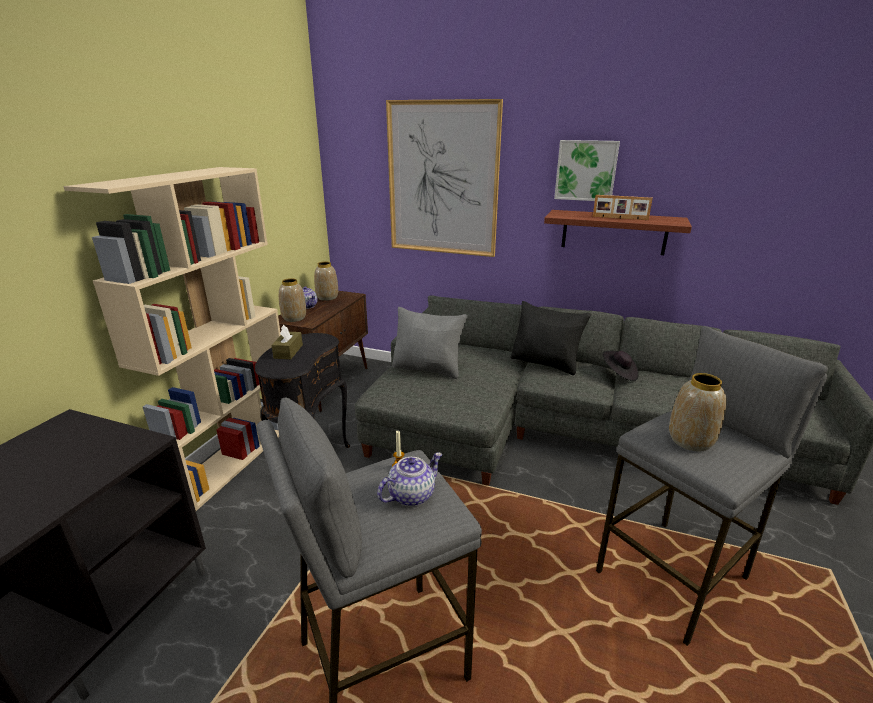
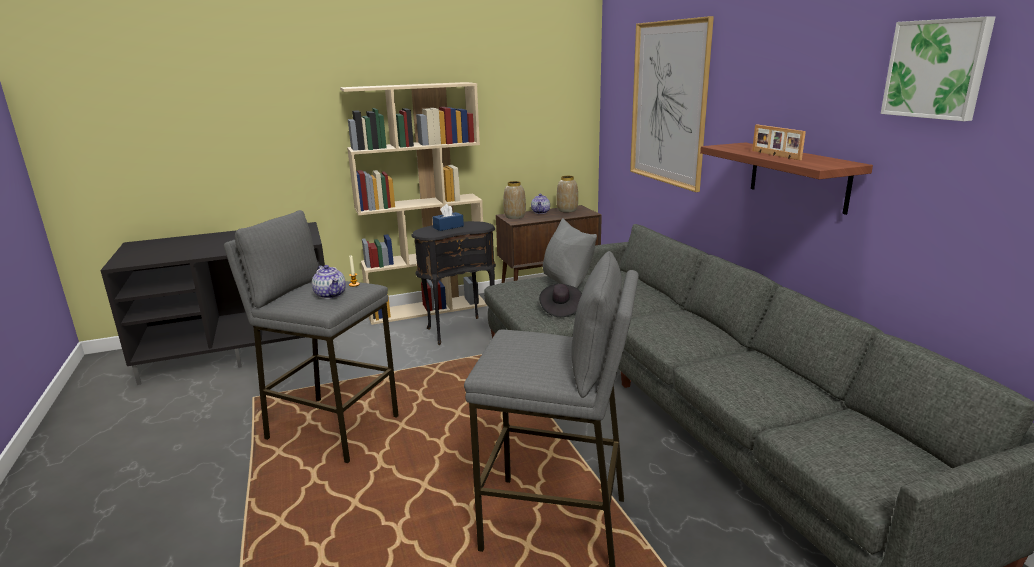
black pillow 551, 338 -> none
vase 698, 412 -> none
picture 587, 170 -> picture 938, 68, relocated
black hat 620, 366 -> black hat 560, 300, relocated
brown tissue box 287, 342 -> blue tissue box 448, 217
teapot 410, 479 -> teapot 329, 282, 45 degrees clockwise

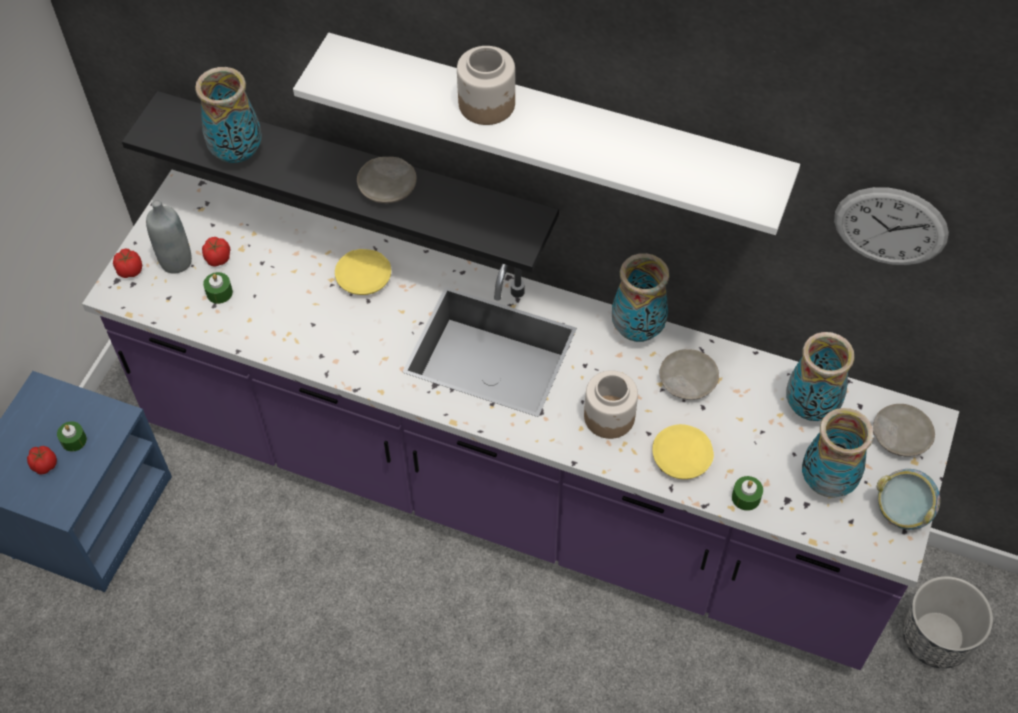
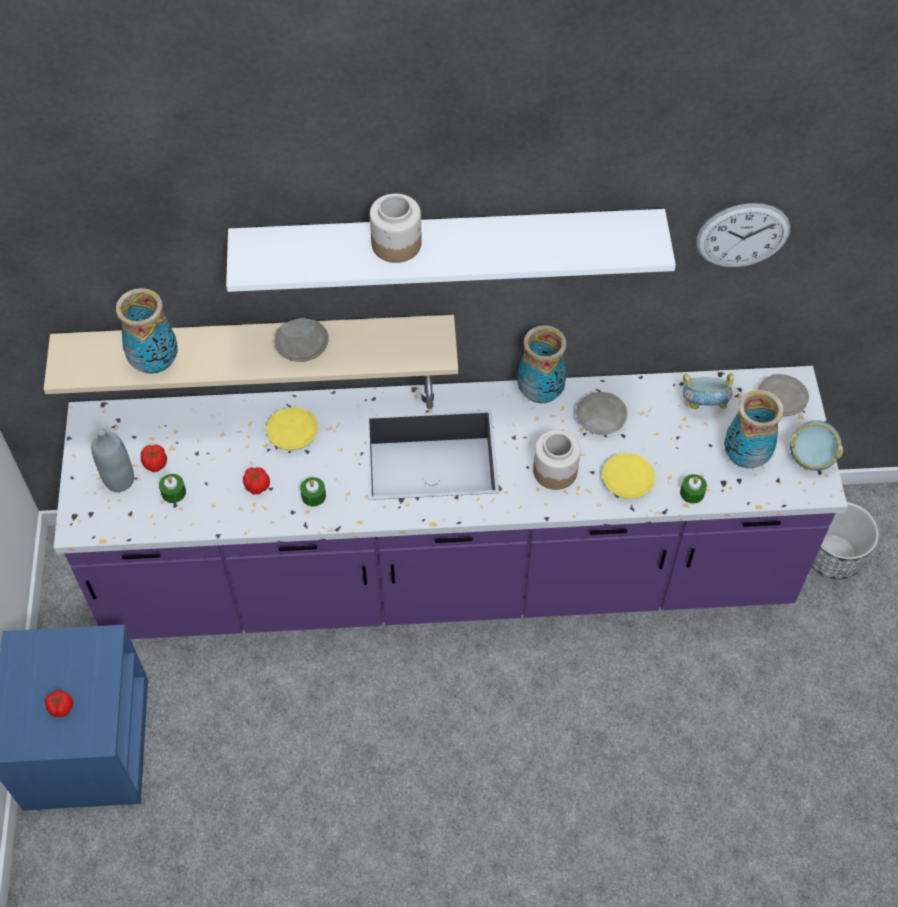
green candle 72, 436 -> green candle 313, 492, relocated
tomato 127, 263 -> tomato 256, 481, relocated
vase 820, 376 -> bowl 708, 391
black shelf 340, 181 -> beige shelf 251, 354

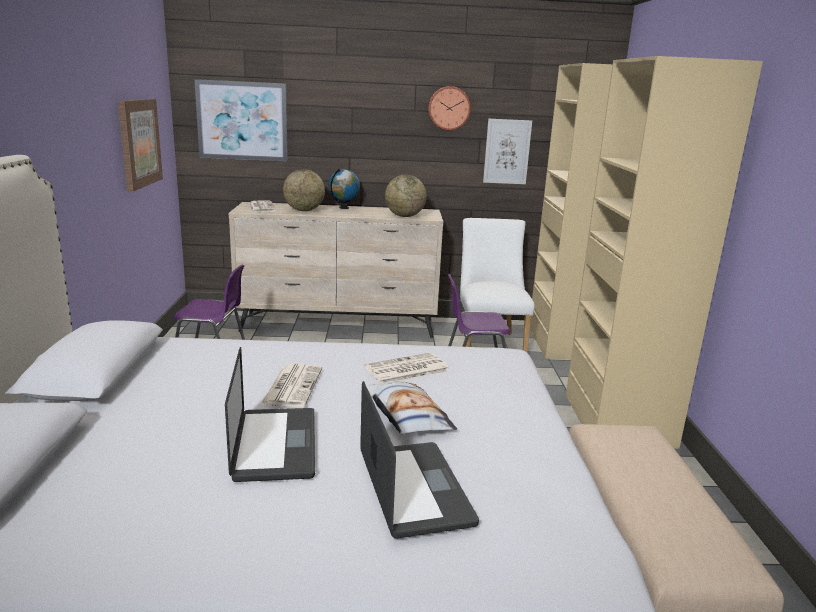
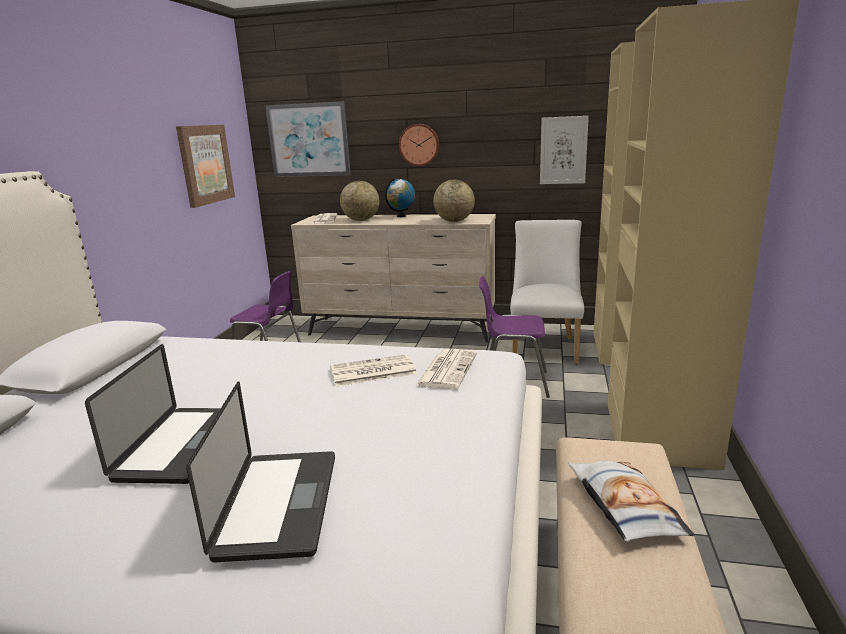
newspaper 291, 385 -> newspaper 446, 369, relocated
pillow 411, 408 -> pillow 631, 501, relocated
wall clock 449, 108 -> wall clock 419, 145, relocated

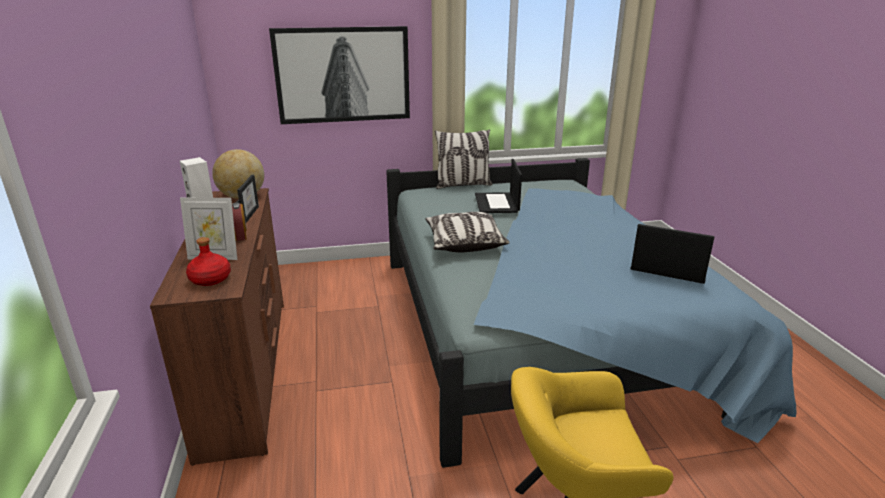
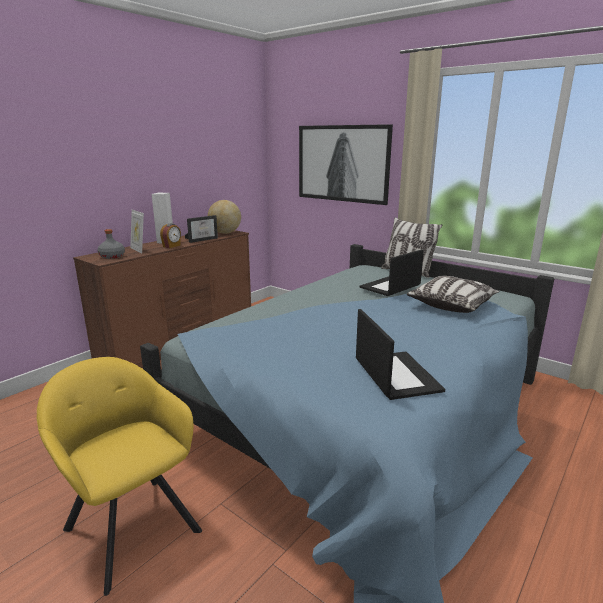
pillow 467, 232 -> pillow 453, 294, relocated
red bottle 208, 261 -> grey bottle 111, 244

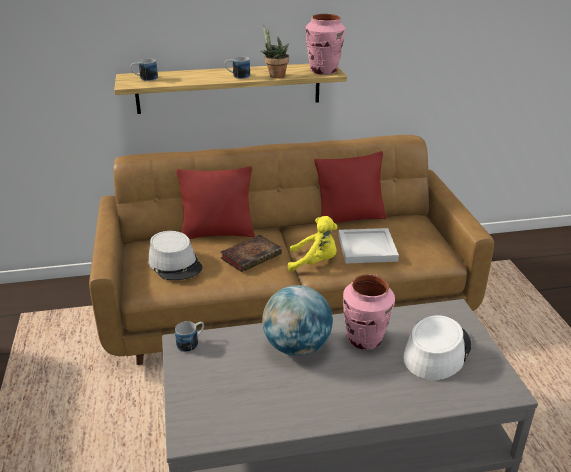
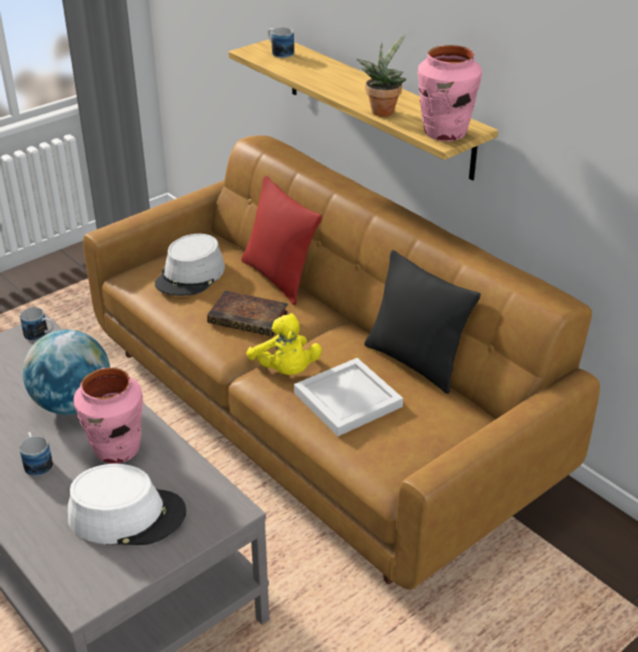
mug 237, 67 -> mug 36, 454, relocated
red pillow 350, 187 -> black pillow 422, 322

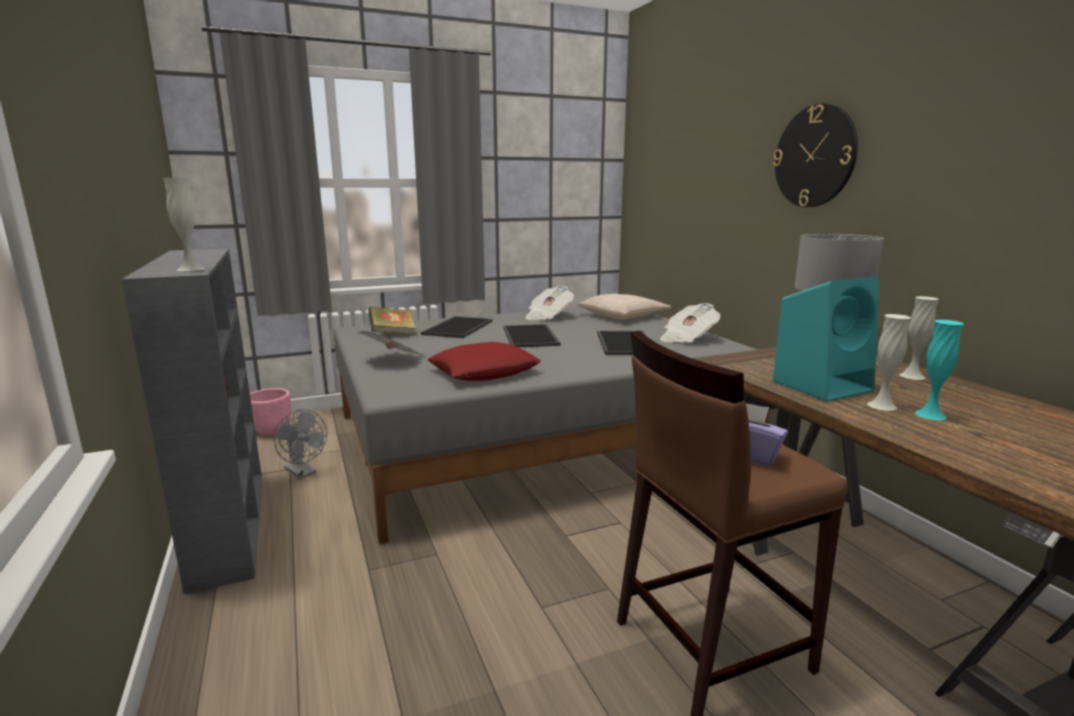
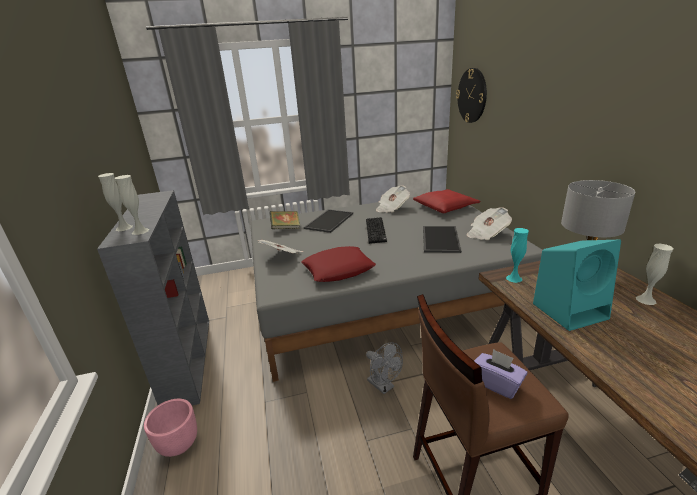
pink planter 270, 412 -> pink planter 170, 428, relocated
grey fan 300, 444 -> grey fan 384, 368, relocated
wall clock 815, 155 -> wall clock 471, 95, relocated
white vase 889, 362 -> white vase 115, 202, relocated
turquoise vase 939, 370 -> turquoise vase 517, 255, relocated
tray 532, 335 -> keyboard 376, 230
beige pillow 624, 307 -> red pillow 446, 201

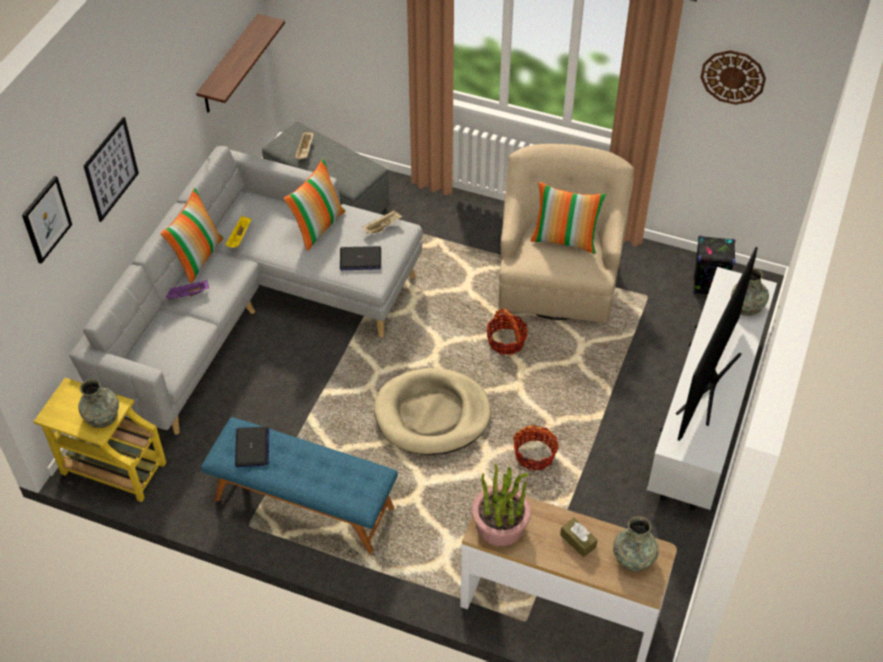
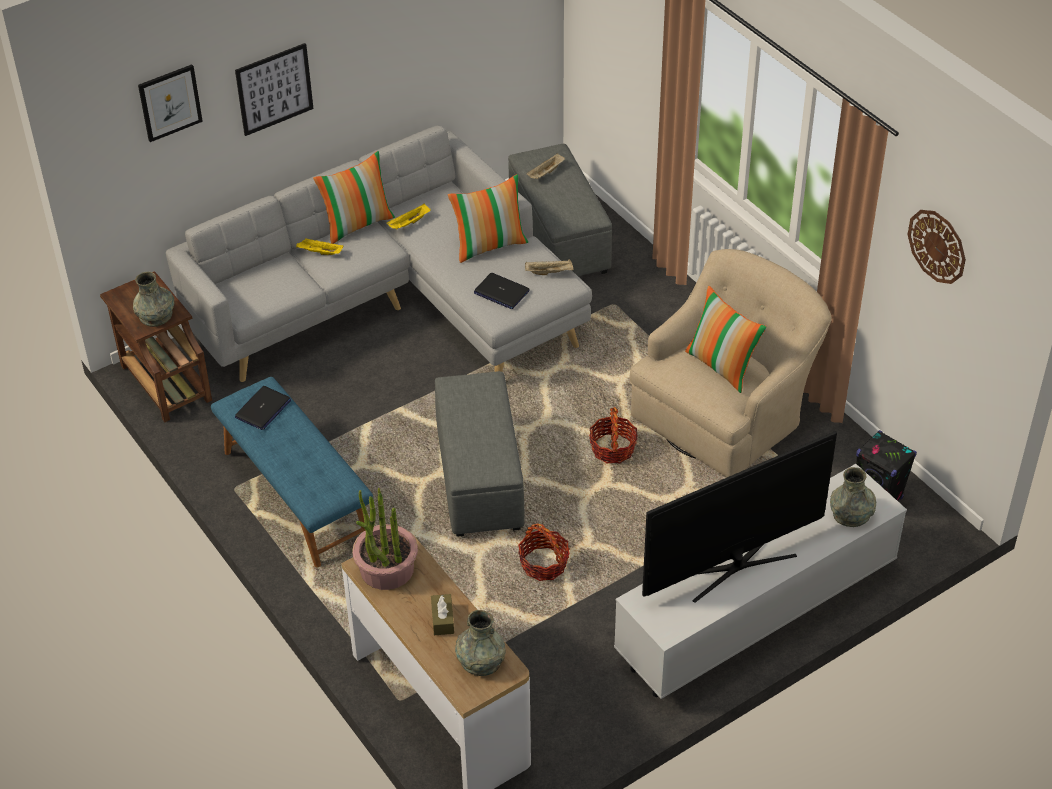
shelf 240, 63 -> none
beige dog bed 432, 411 -> grey ottoman 479, 454
yellow side table 99, 440 -> brown side table 156, 346
purple tray 187, 290 -> yellow tray 319, 246

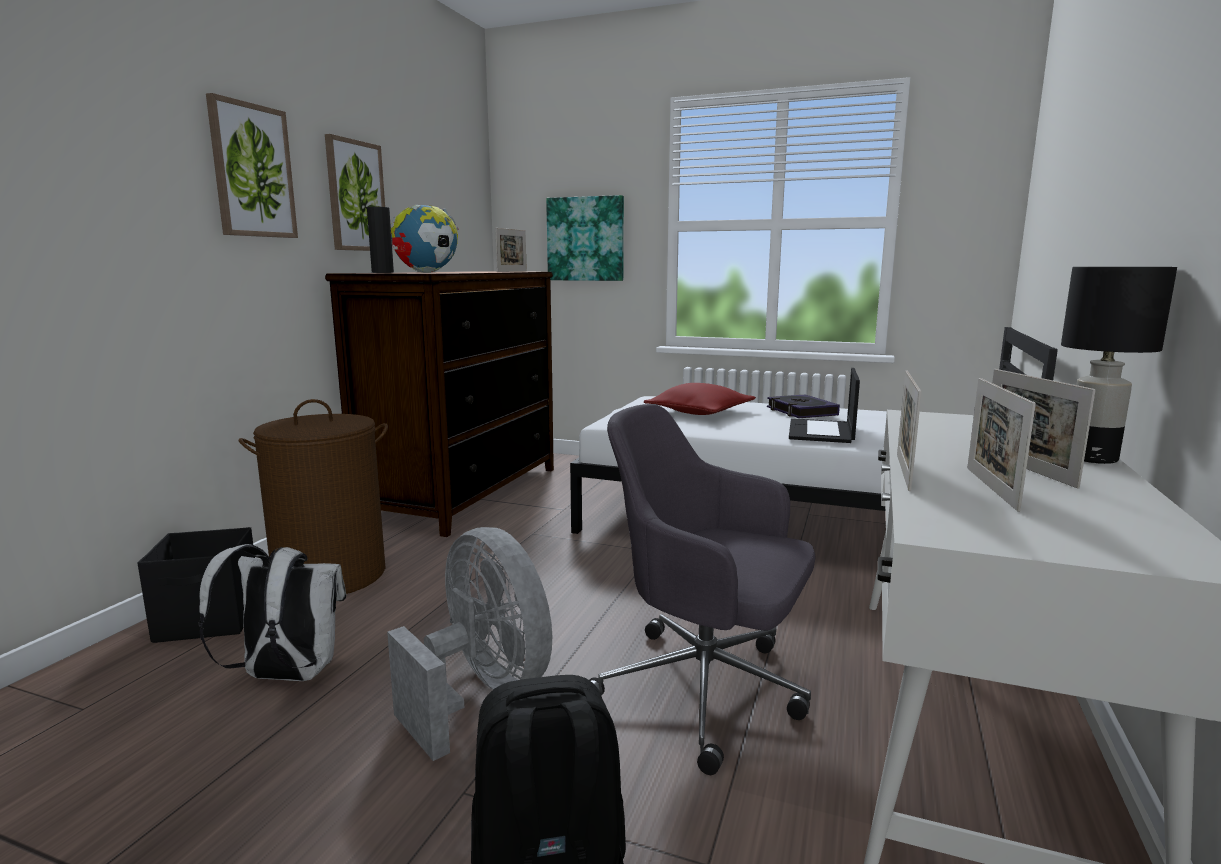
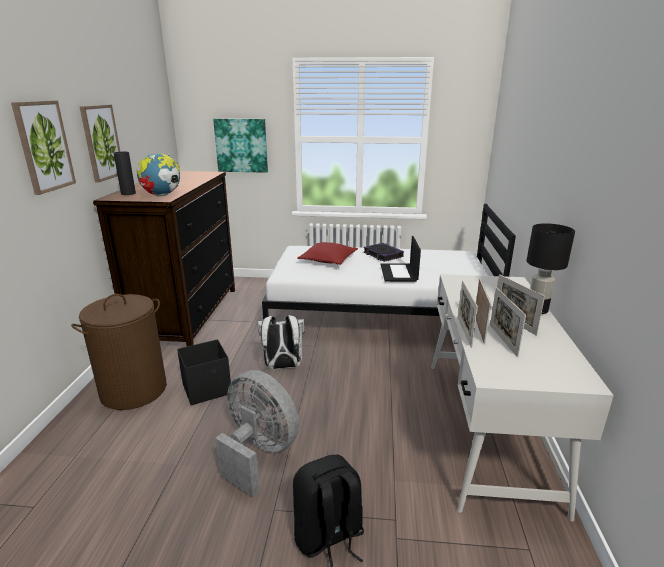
grey office chair 702, 589 -> none
black storage box 196, 585 -> black storage box 204, 372, relocated
white backpack 272, 612 -> white backpack 281, 342, relocated
picture frame 511, 250 -> picture frame 483, 311, relocated

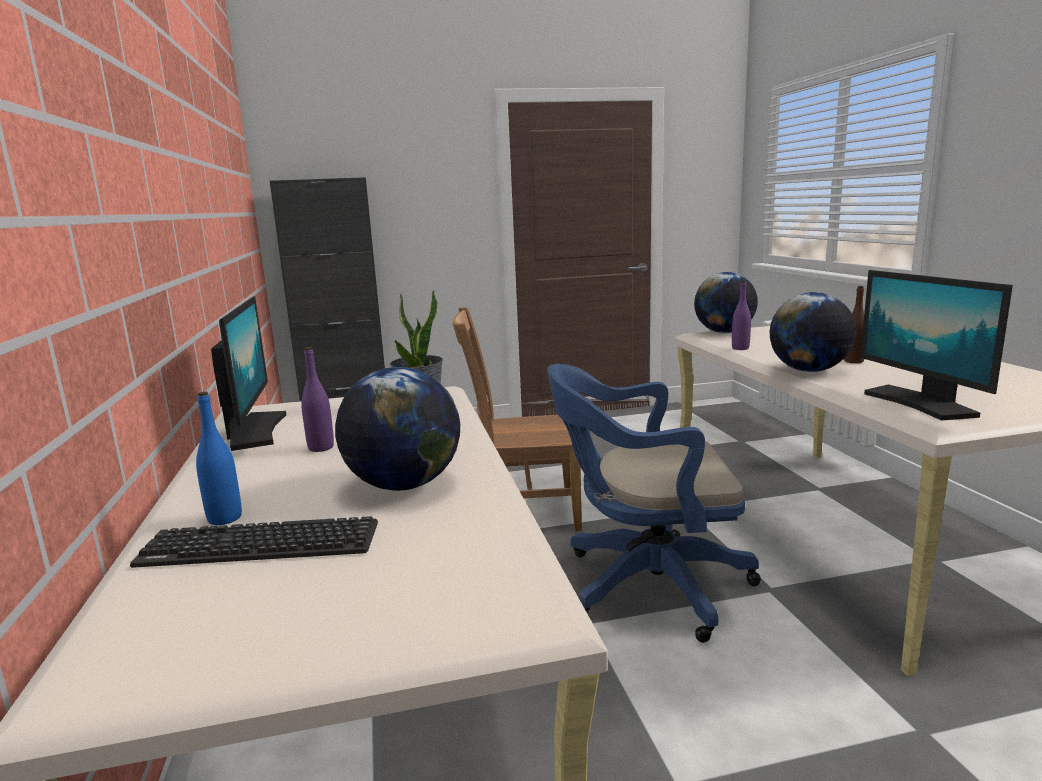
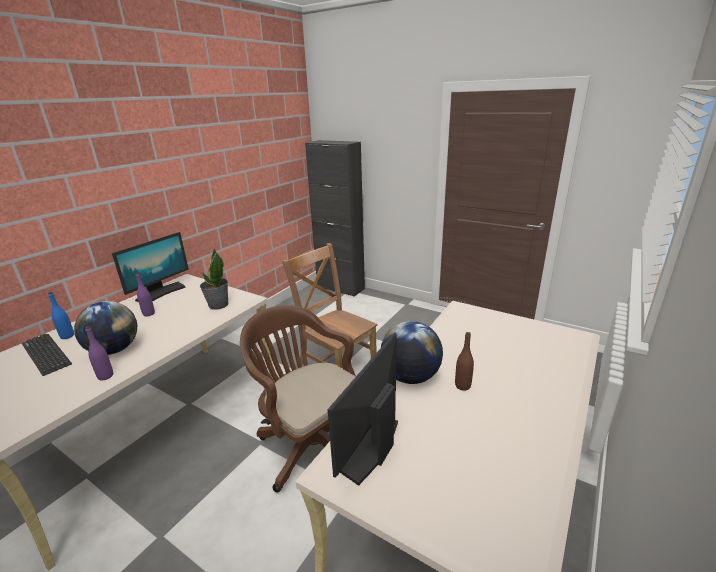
globe 726, 302 -> none
purple bottle 741, 315 -> purple bottle 99, 353, relocated
blue office chair 654, 503 -> brown office chair 298, 398

